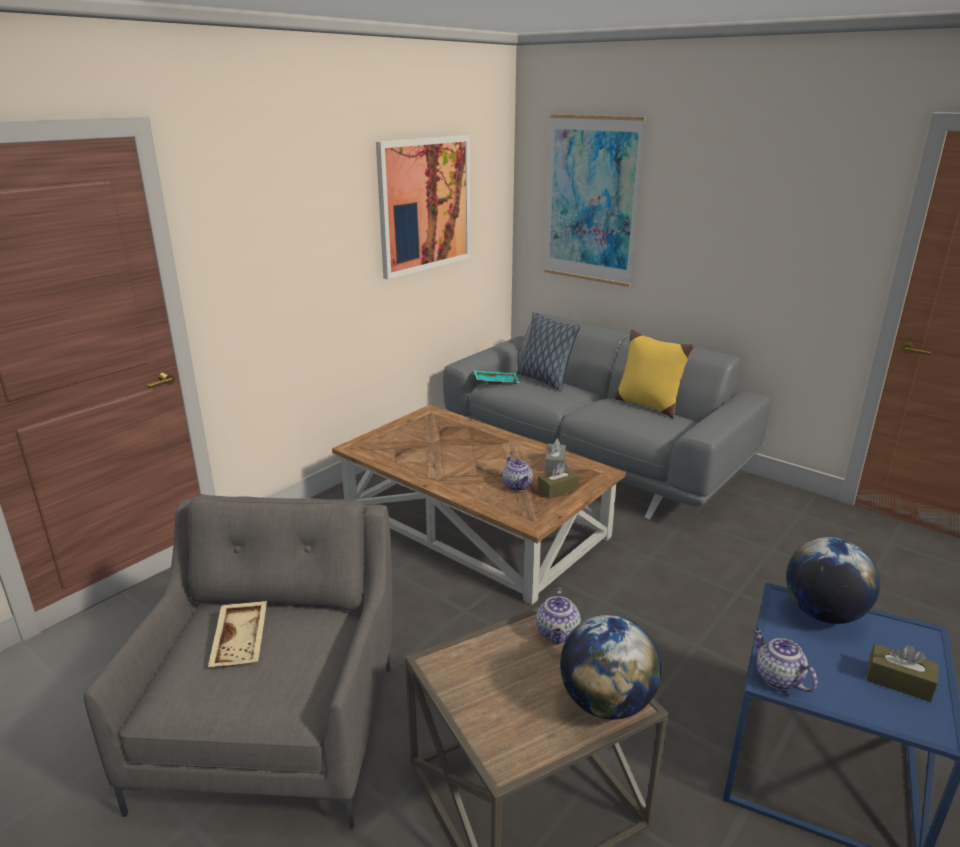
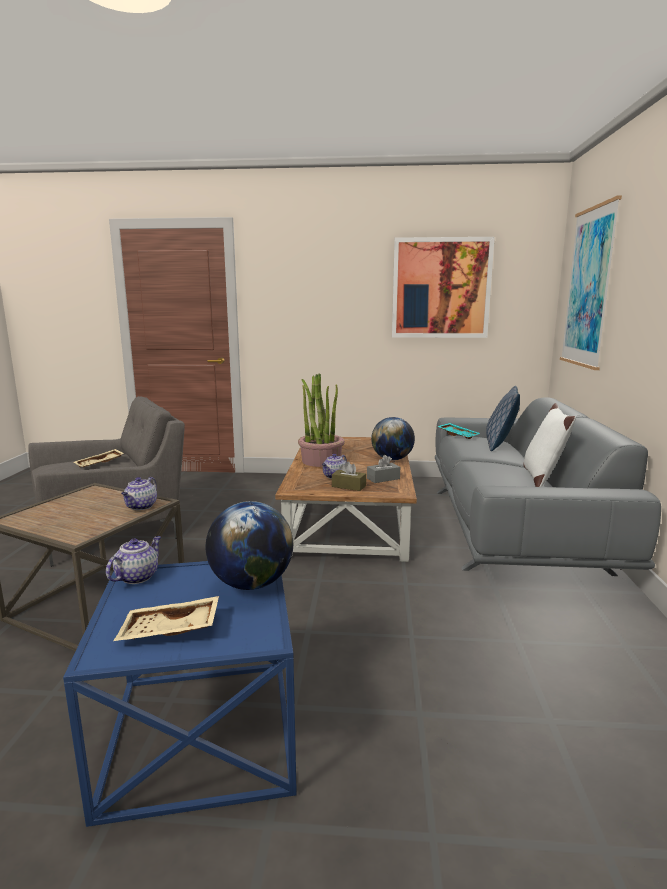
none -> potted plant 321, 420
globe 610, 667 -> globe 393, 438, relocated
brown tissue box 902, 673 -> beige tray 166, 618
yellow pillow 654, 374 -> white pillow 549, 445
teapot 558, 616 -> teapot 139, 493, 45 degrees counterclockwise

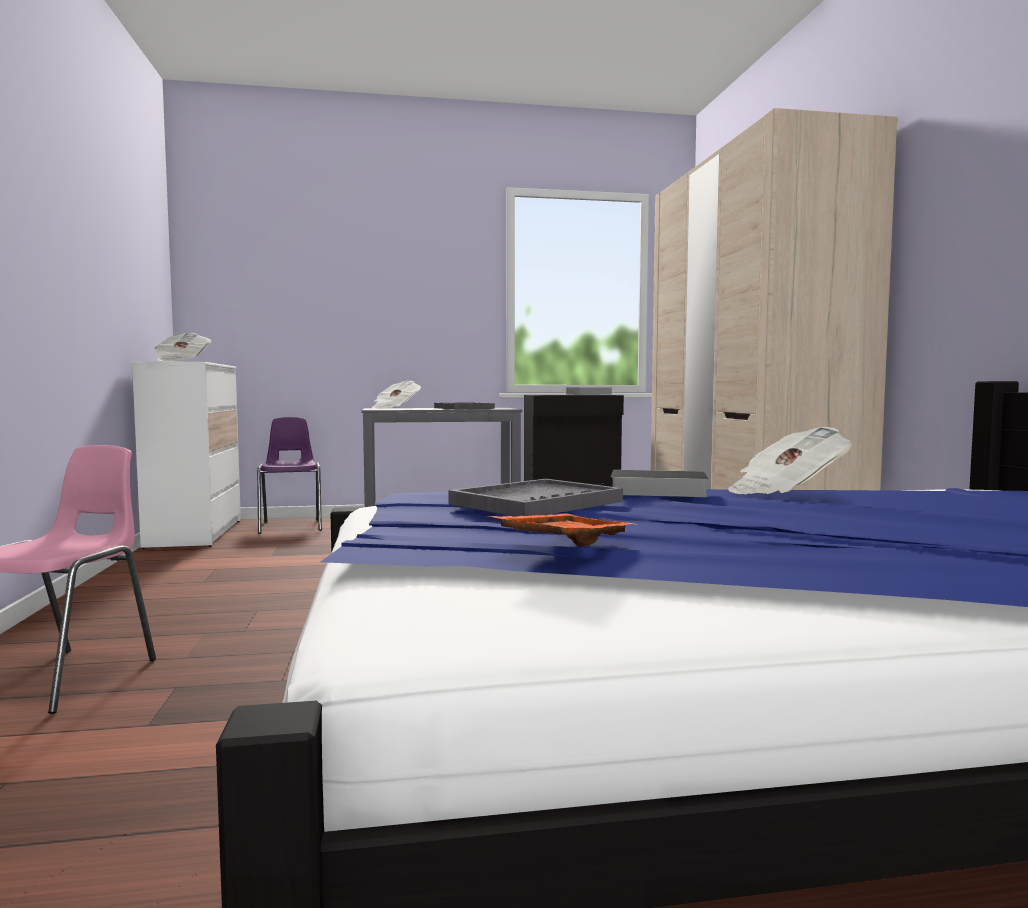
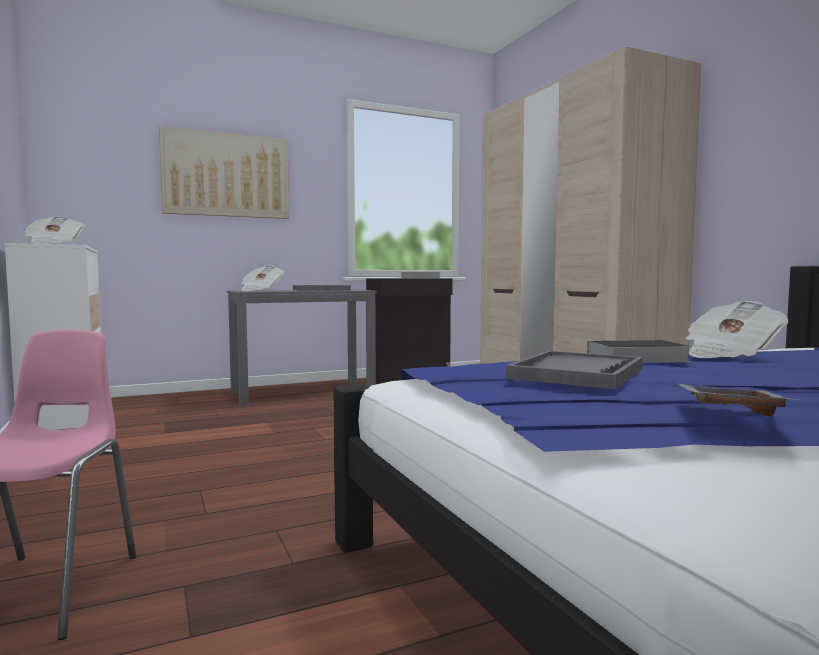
purple chair 289, 475 -> none
none -> picture 224, 172
orange tray 560, 529 -> grey tray 738, 400

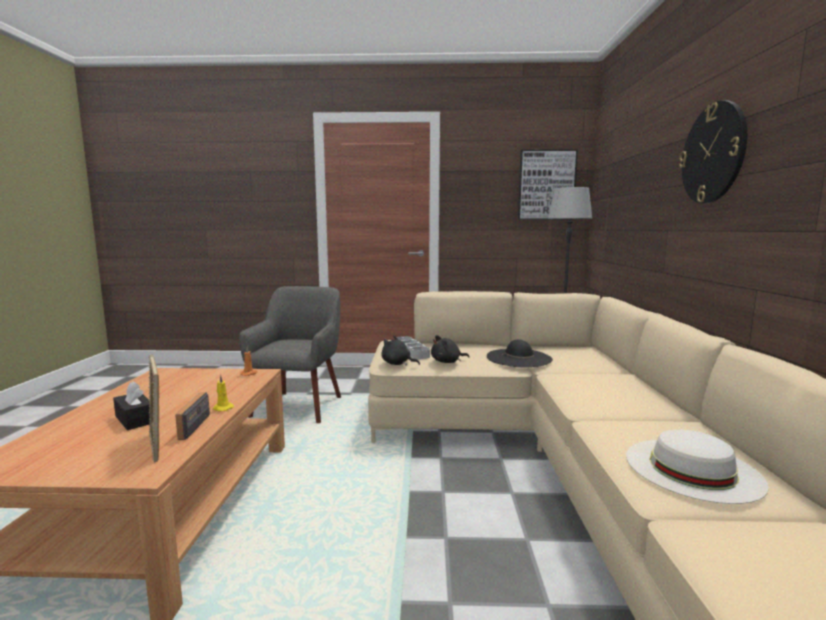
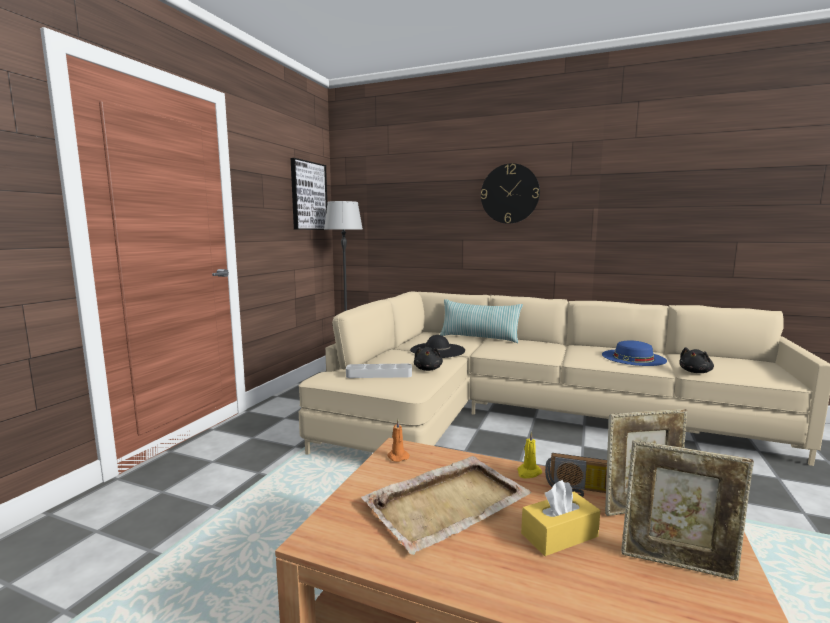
grey armchair 290, 354 -> none
none -> beige tray 446, 505
none -> pillow 481, 321
none -> picture frame 687, 510
black plush toy 400, 350 -> black plush toy 696, 360, relocated
black tissue box 131, 405 -> yellow tissue box 560, 518
white hat 697, 466 -> blue hat 634, 353

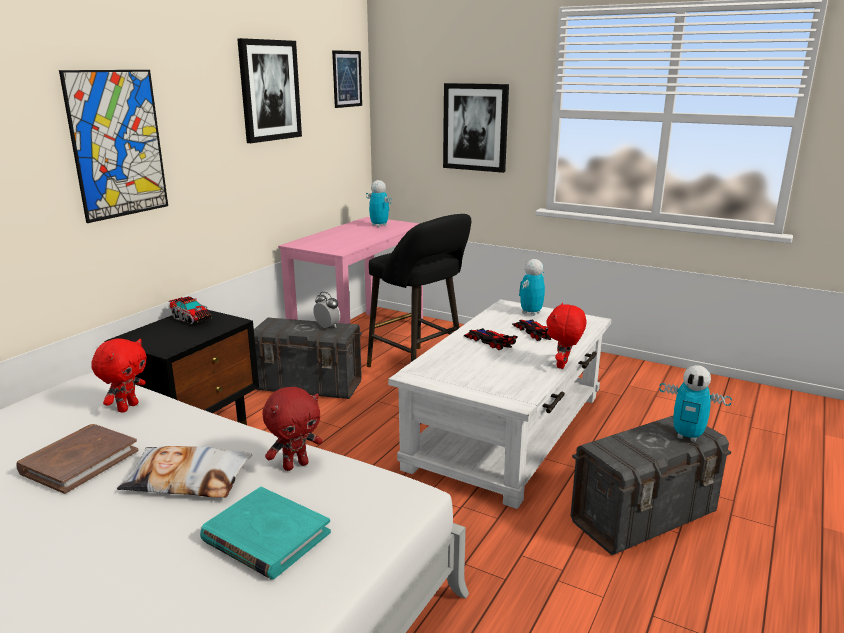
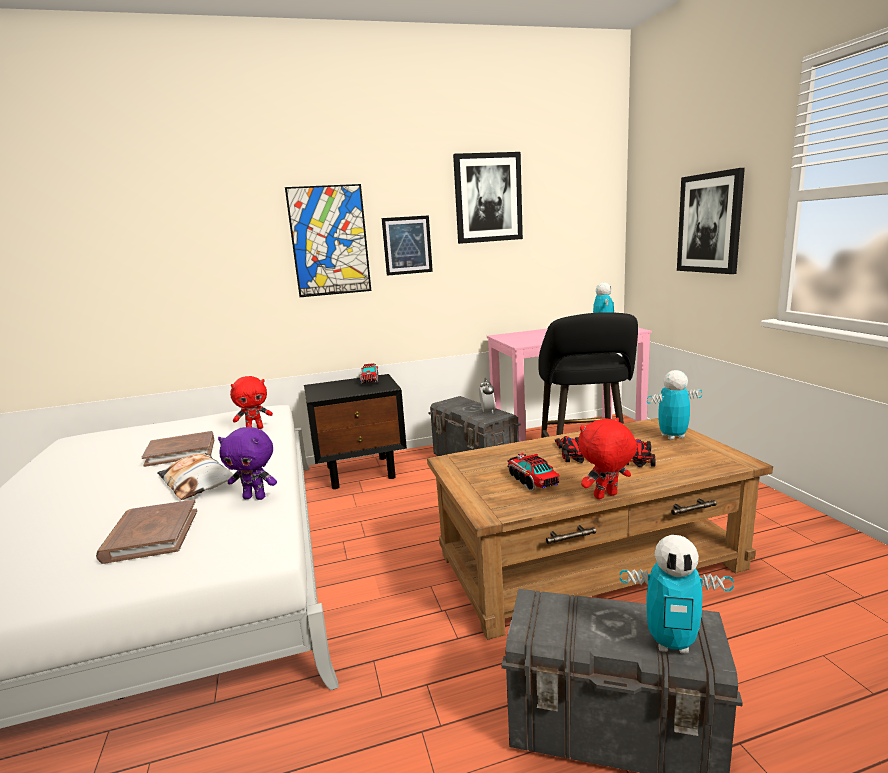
none -> toy truck 533, 472
picture 347, 79 -> picture 407, 245, relocated
turquoise book 265, 533 -> brown book 146, 531
red plush toy 293, 429 -> purple plush toy 247, 463
white coffee table 499, 404 -> brown coffee table 600, 529
toy robot 695, 403 -> toy robot 677, 594, 60 degrees counterclockwise

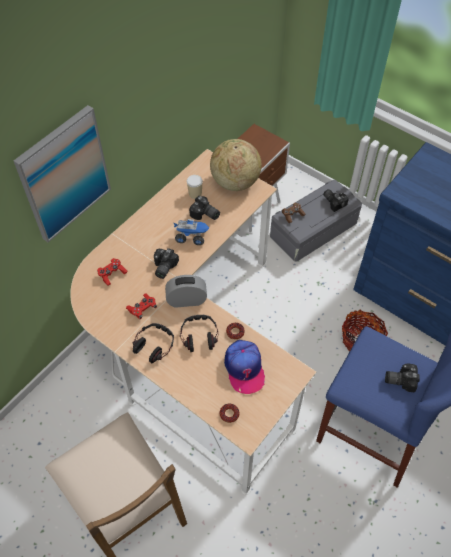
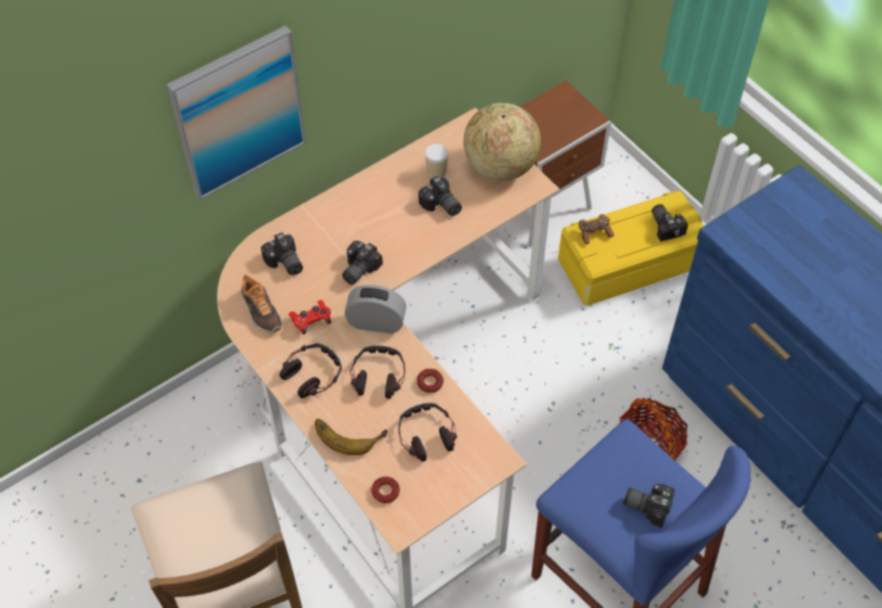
toy truck 191, 232 -> none
none -> shoe 262, 303
none -> banana 351, 437
red game controller 112, 272 -> photo camera 282, 254
cap 244, 367 -> headphones 427, 432
grey storage box 316, 221 -> yellow storage box 631, 248

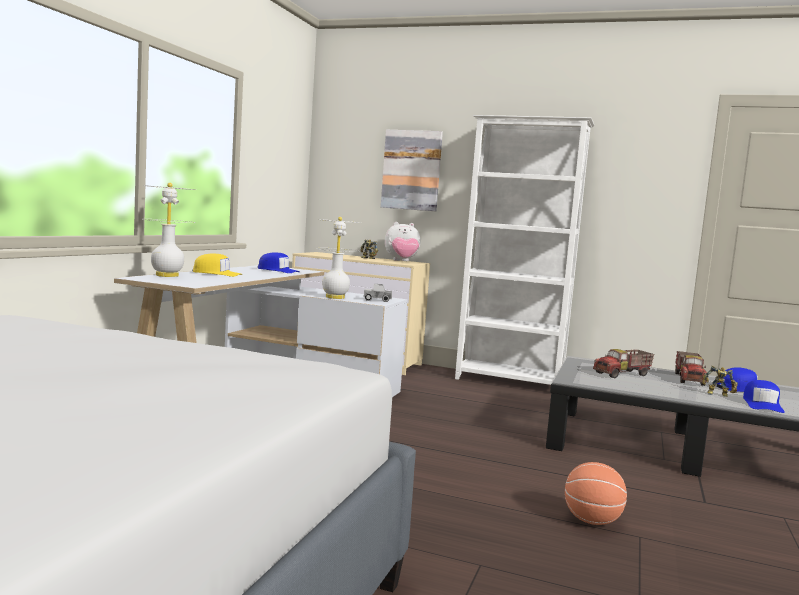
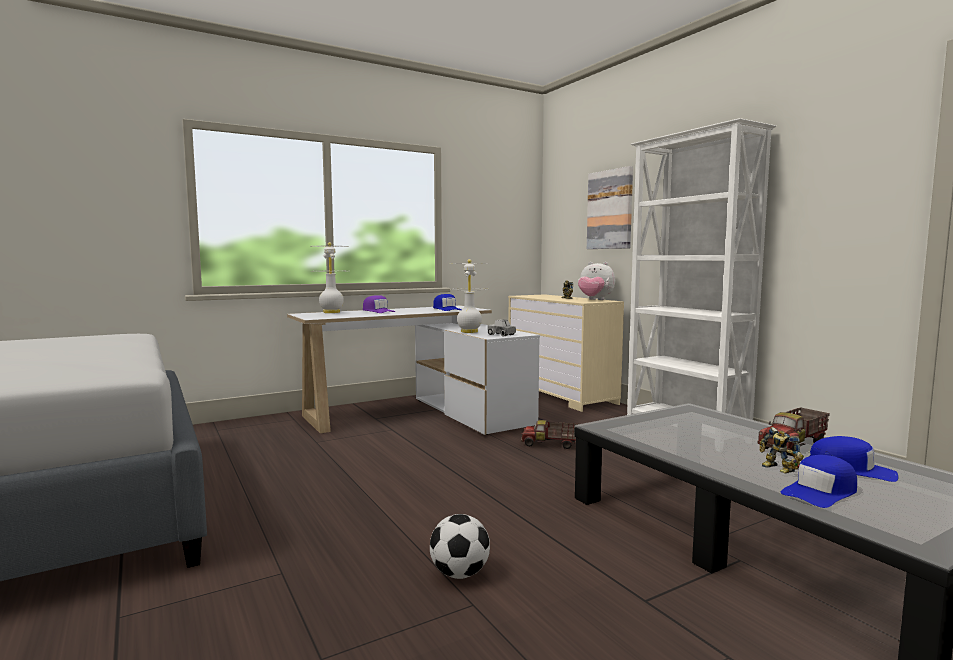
toy truck 623, 363 -> toy truck 549, 434, relocated
basketball 596, 493 -> football 460, 546
yellow cap 217, 265 -> purple cap 379, 304

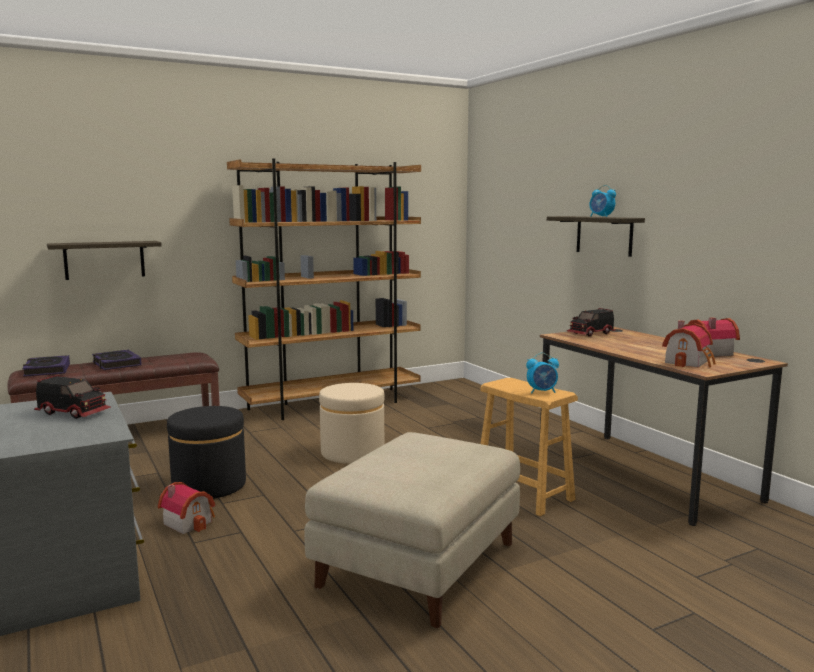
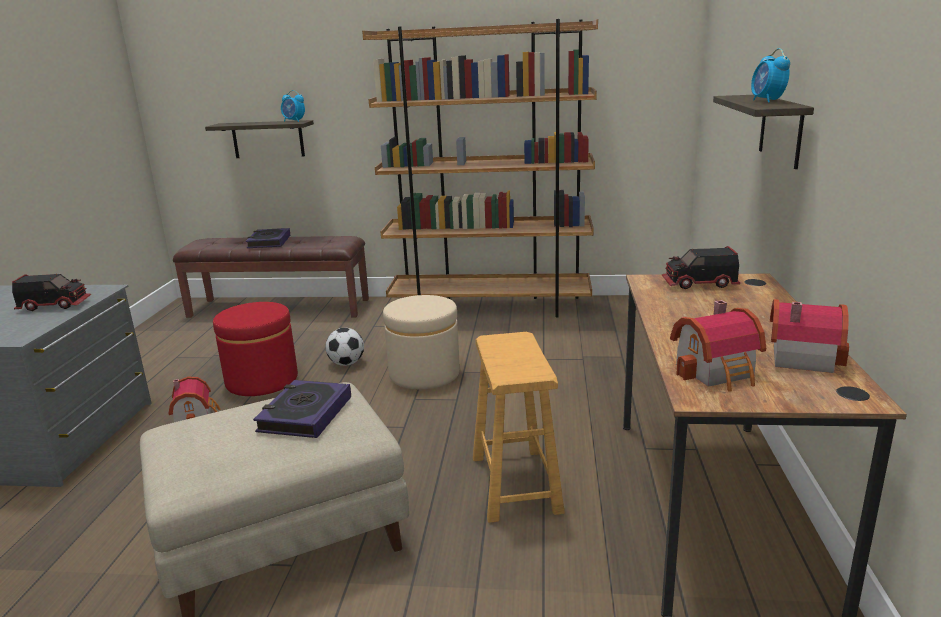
none -> football 344, 347
book 46, 366 -> book 302, 409, relocated
alarm clock 542, 373 -> alarm clock 293, 106, relocated
black ottoman 206, 452 -> red ottoman 255, 349
toy truck 72, 397 -> toy truck 52, 292, 60 degrees counterclockwise

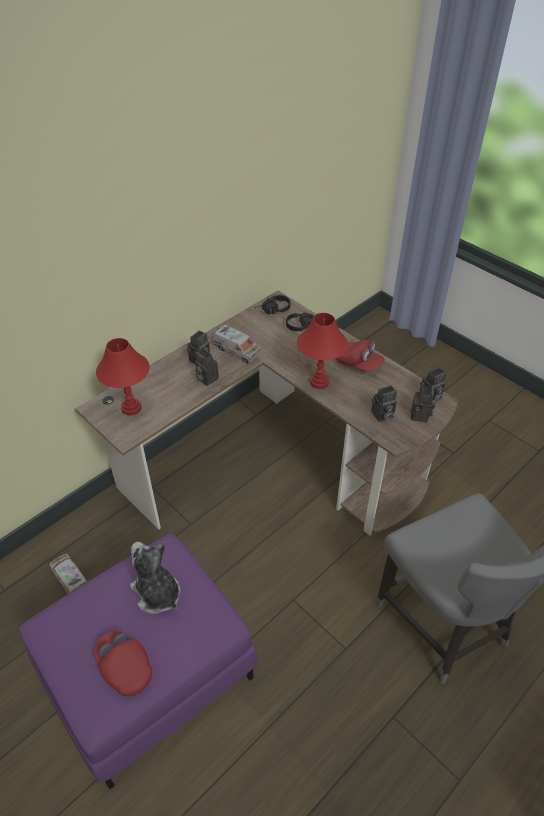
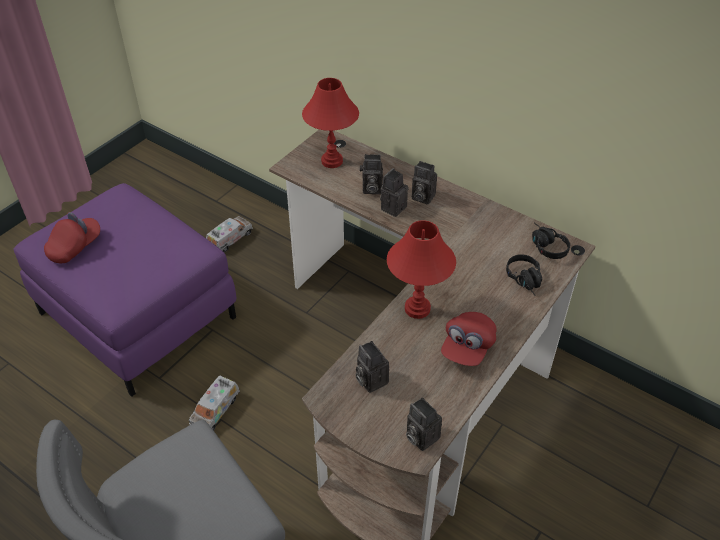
plush toy 155, 577 -> none
toy truck 237, 344 -> toy truck 214, 403, relocated
photo camera 423, 403 -> photo camera 371, 174, relocated

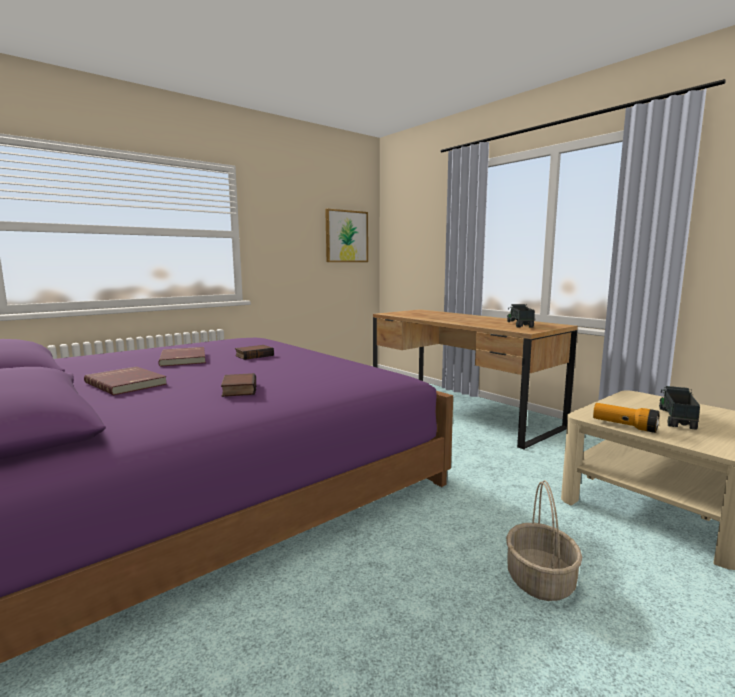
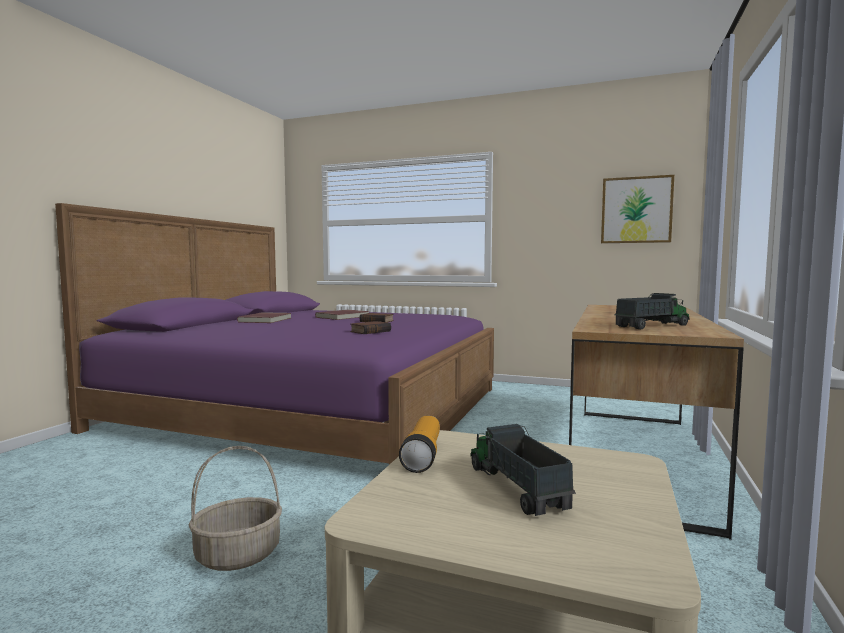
book 238, 385 -> book 370, 327, relocated
toy truck 679, 408 -> toy truck 523, 470, 105 degrees counterclockwise

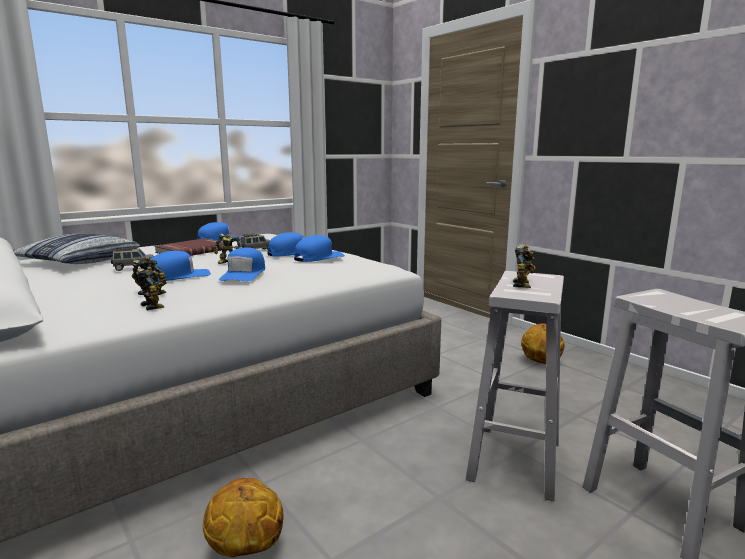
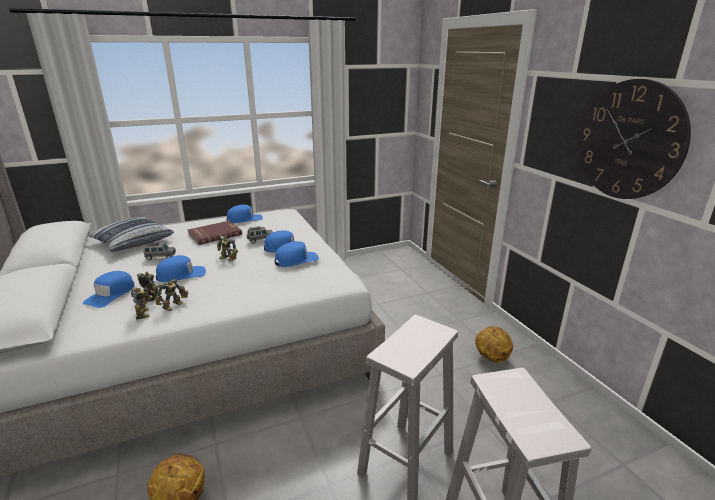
none -> wall clock 634, 139
blue cap 242, 264 -> blue cap 109, 289, relocated
toy robot 524, 266 -> toy robot 171, 295, relocated

